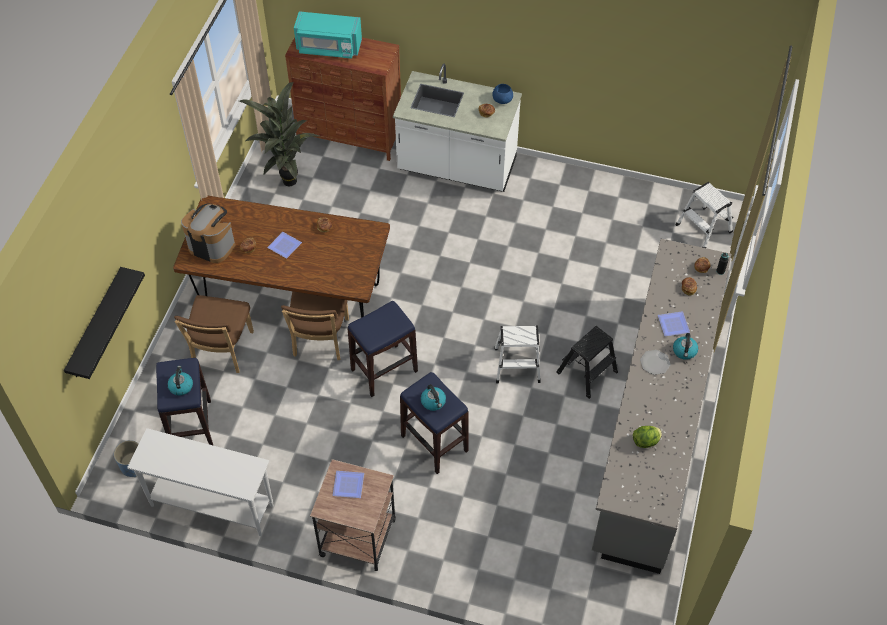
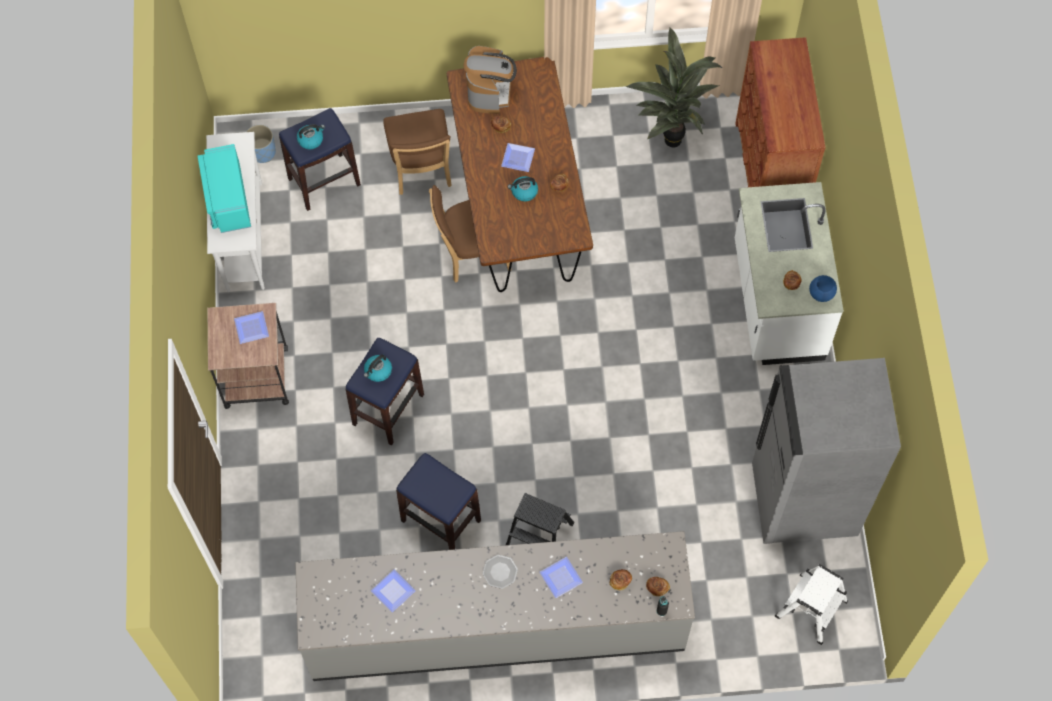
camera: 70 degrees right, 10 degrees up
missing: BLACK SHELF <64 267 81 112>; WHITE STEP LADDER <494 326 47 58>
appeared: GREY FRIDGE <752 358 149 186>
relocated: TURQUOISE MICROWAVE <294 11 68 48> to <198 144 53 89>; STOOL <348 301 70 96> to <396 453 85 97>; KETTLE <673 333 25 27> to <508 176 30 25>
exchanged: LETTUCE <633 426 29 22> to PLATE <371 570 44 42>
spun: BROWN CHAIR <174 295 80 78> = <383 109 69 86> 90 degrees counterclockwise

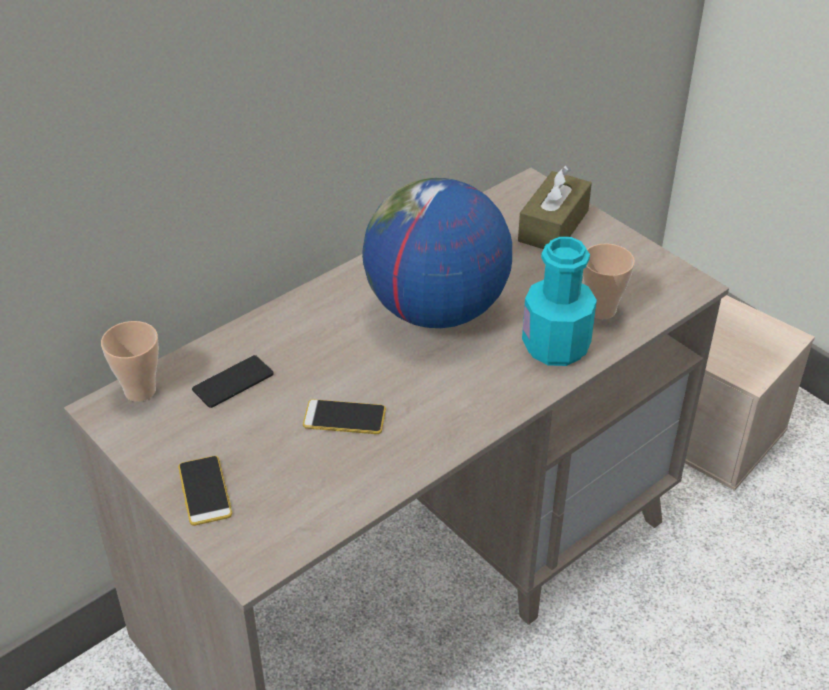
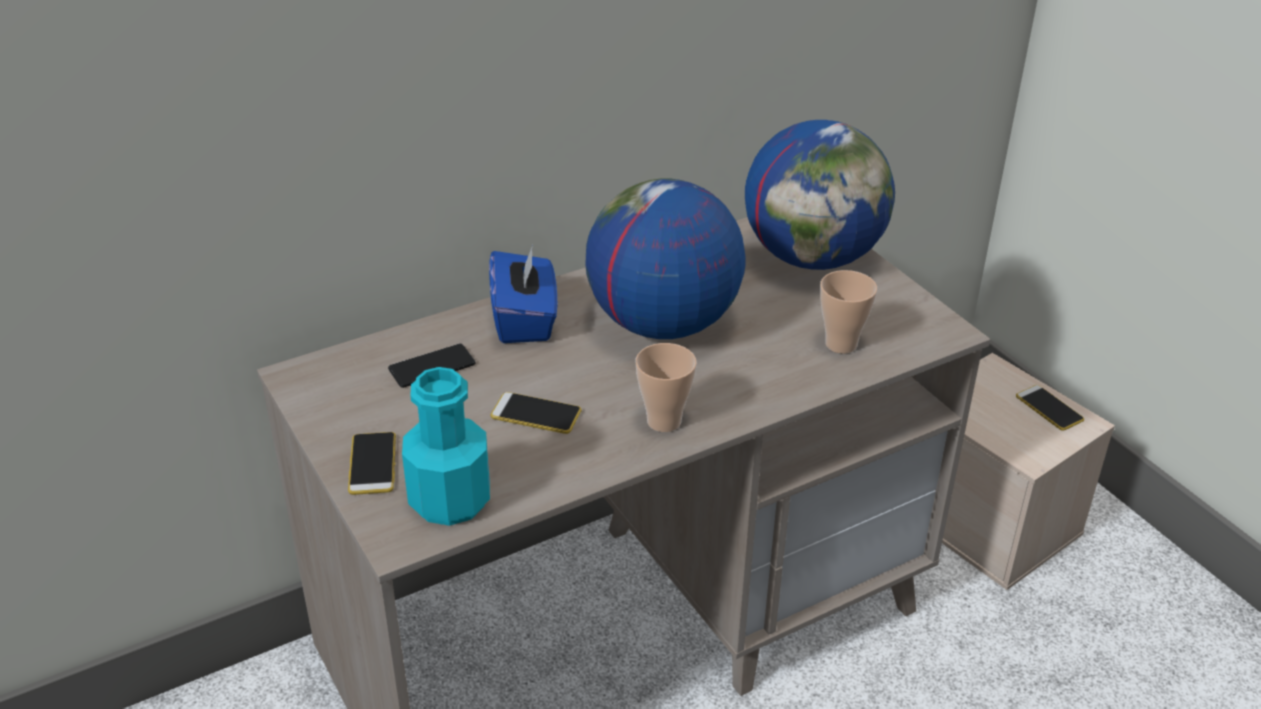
camera: 10 degrees right, 5 degrees down
appeared: BLUE TISSUE BOX <489 245 68 98>; PHONE <1016 385 68 46>
relocated: TURQUOISE BOTTLE <522 237 75 129> to <402 367 88 159>; CUP <101 321 58 81> to <636 343 61 89>
exchanged: BROWN TISSUE BOX <518 165 74 84> to GLOBE <745 120 150 150>

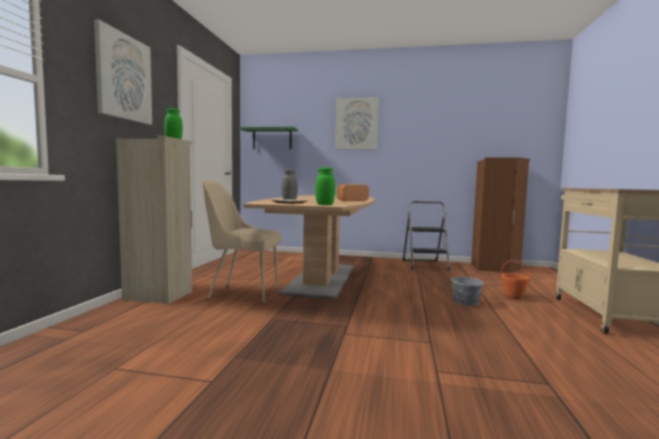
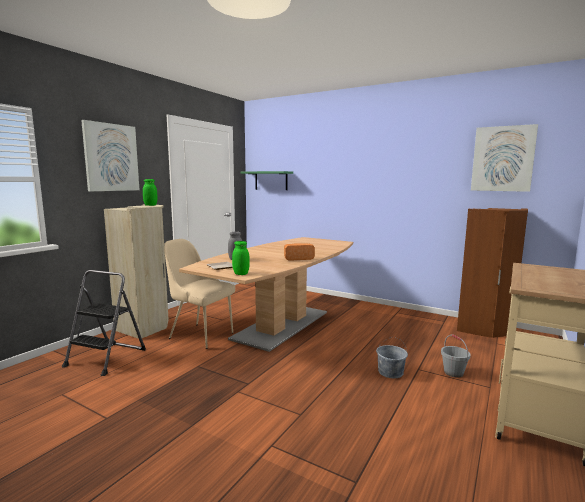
camera: 20 degrees right, 5 degrees up
relocated: BLACK STEP LADDER <403 201 48 70> to <62 270 84 106>; PICTURE <335 97 44 52> to <471 124 67 68>
colour: ORANGE BUCKET <501 260 30 39> to GREY BUCKET <441 334 30 44>

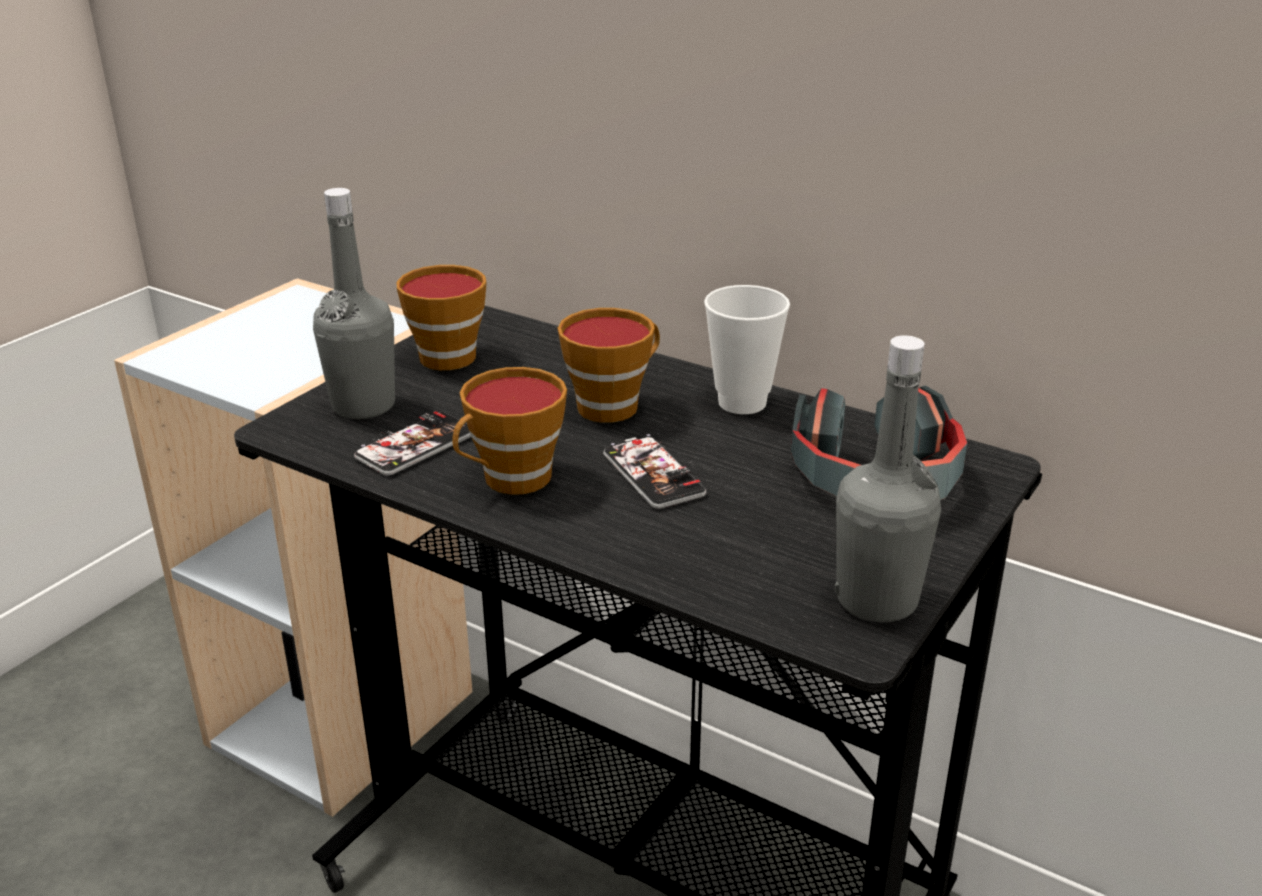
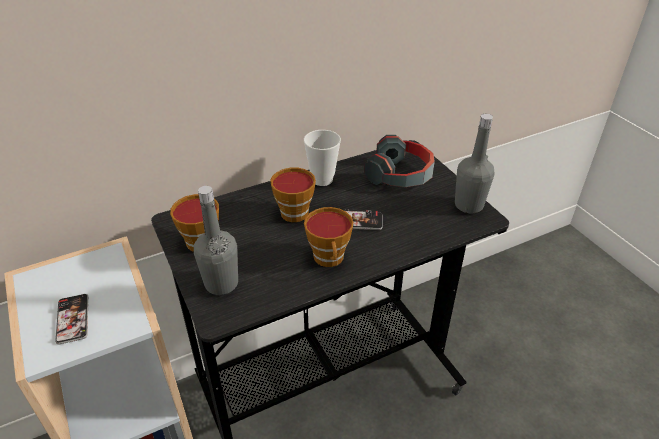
camera: 60 degrees left, 10 degrees up
relocated: PHONE <354 411 117 65> to <55 294 33 50>

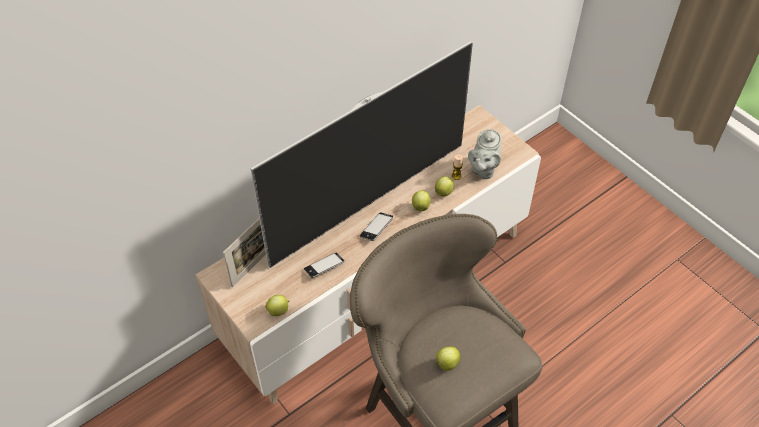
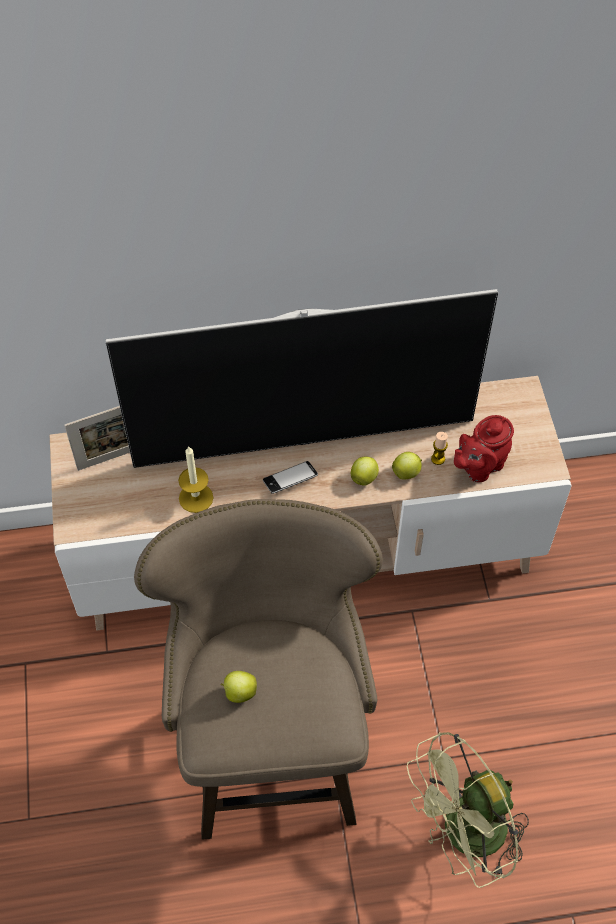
camera: 30 degrees right, 5 degrees up
missing: APPLE <266 295 23 21>
appeared: GREEN FAN <407 732 122 156>
exchanged: PHONE <304 253 41 25> to CANDLE <178 446 35 67>
colour: GREY TEAPOT <468 128 34 51> to RED TEAPOT <454 415 60 67>

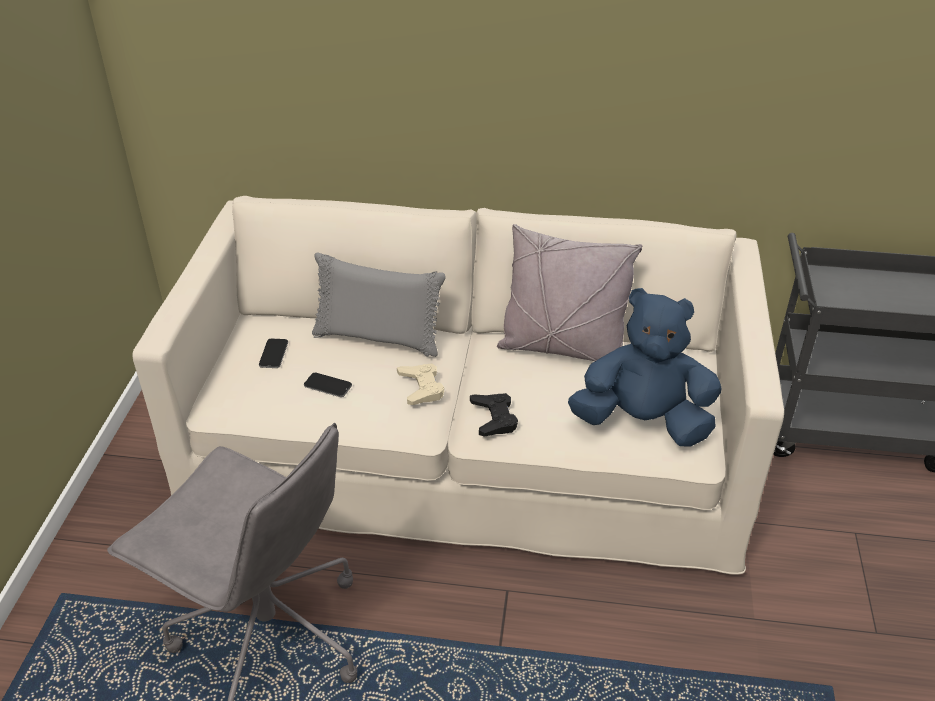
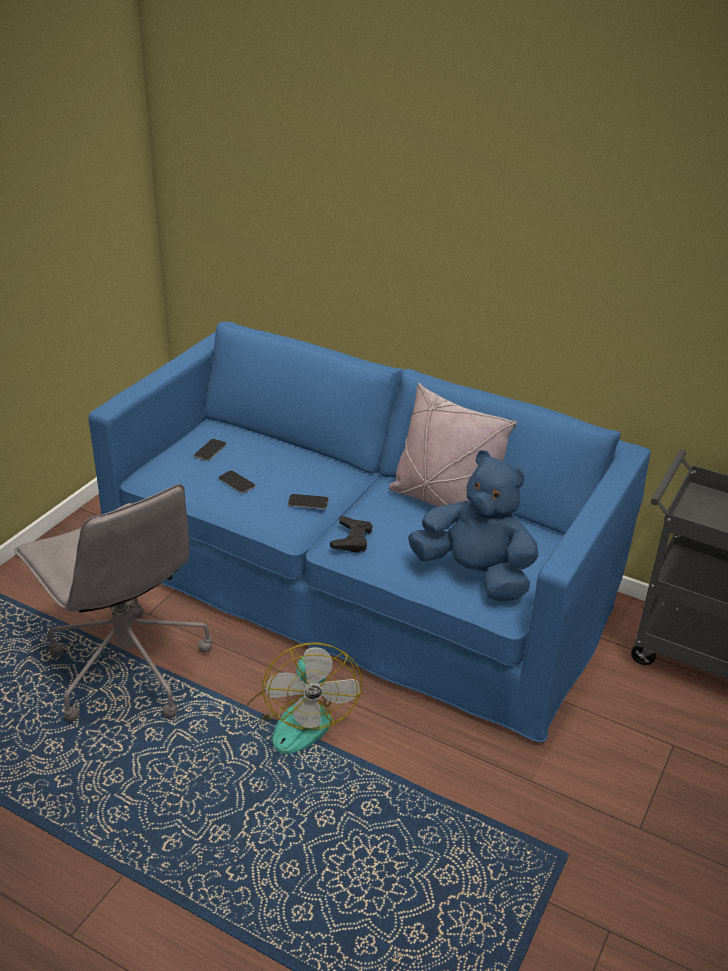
camera: 20 degrees right, 5 degrees down
missing: GREY PILLOW <312 252 134 105>
appeared: FAN <246 643 116 110>
exchanged: BEIGE GAME CONTROLLER <397 363 47 42> to PHONE <288 494 41 15>
colour: BEIGE SOFA <132 196 652 379> to BLUE SOFA <88 322 563 420>

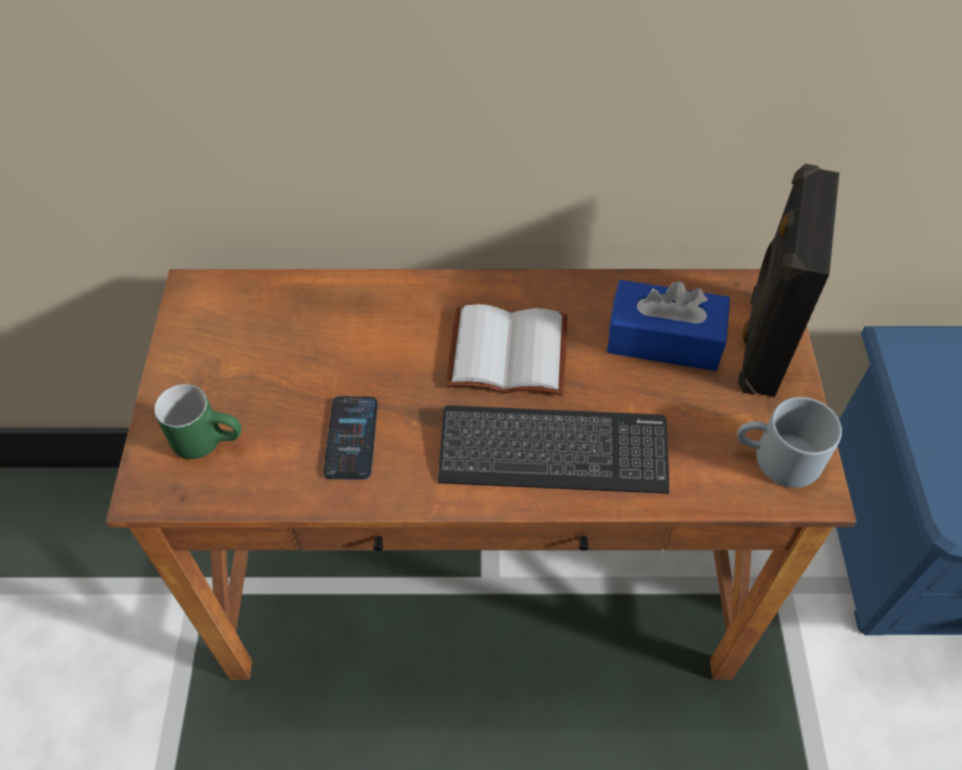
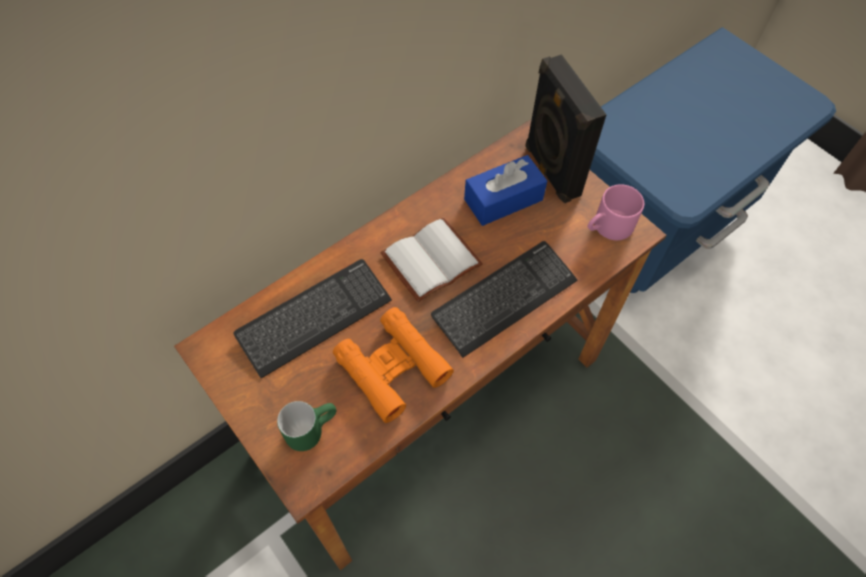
camera: 40 degrees left, 5 degrees up
appeared: KEYBOARD <233 259 159 119>
exchanged: PHONE <324 396 54 84> to ORANGE BINOCULARS <333 307 121 116>
colour: GREY MUG <737 397 105 91> to PINK MUG <587 184 57 56>

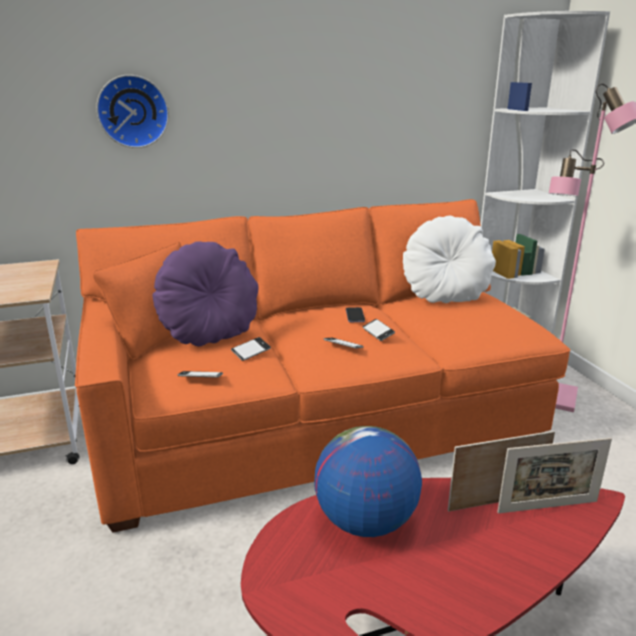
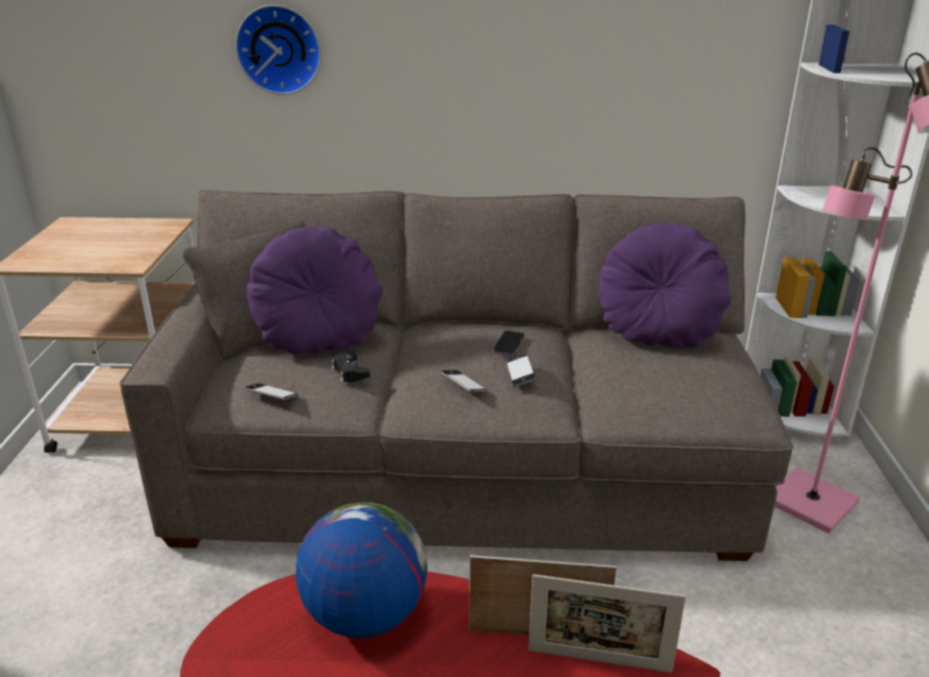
camera: 20 degrees right, 5 degrees up
exchanged: PHONE <231 337 40 24> to BLACK GAME CONTROLLER <332 352 38 31>
colour: ORANGE SOFA <75 199 495 333> to GREY SOFA <119 190 674 371>; WHITE PILLOW <403 216 93 87> to PURPLE PILLOW <599 223 132 125>

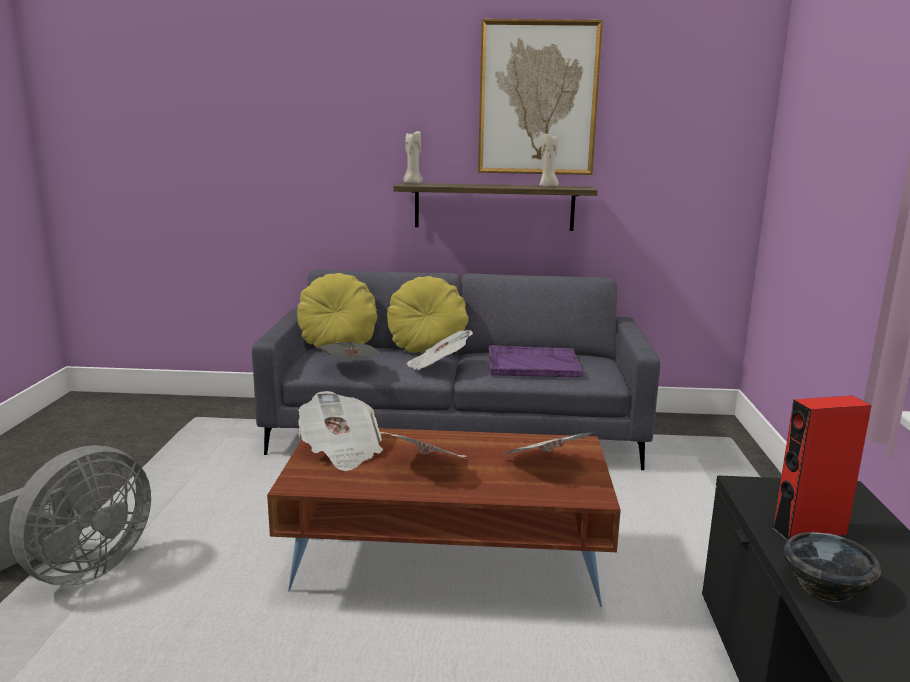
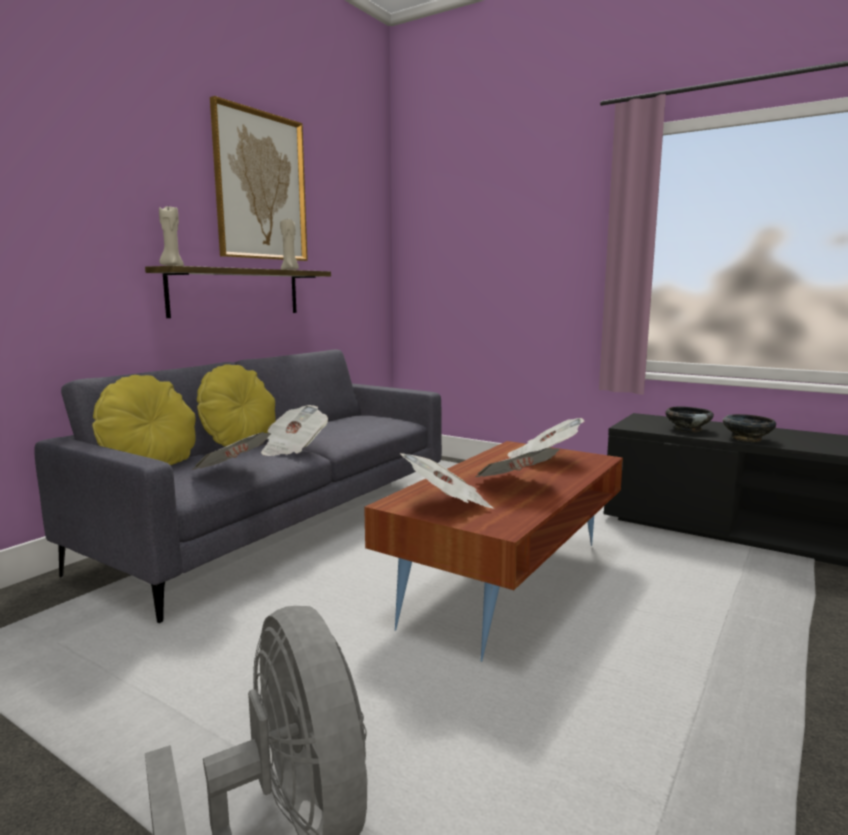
camera: 60 degrees left, 5 degrees down
missing: PURPLE TRAY <489 345 94 33>
exchanged: RED SPEAKER <772 396 100 145> to BLACK BOWL <666 406 48 26>

